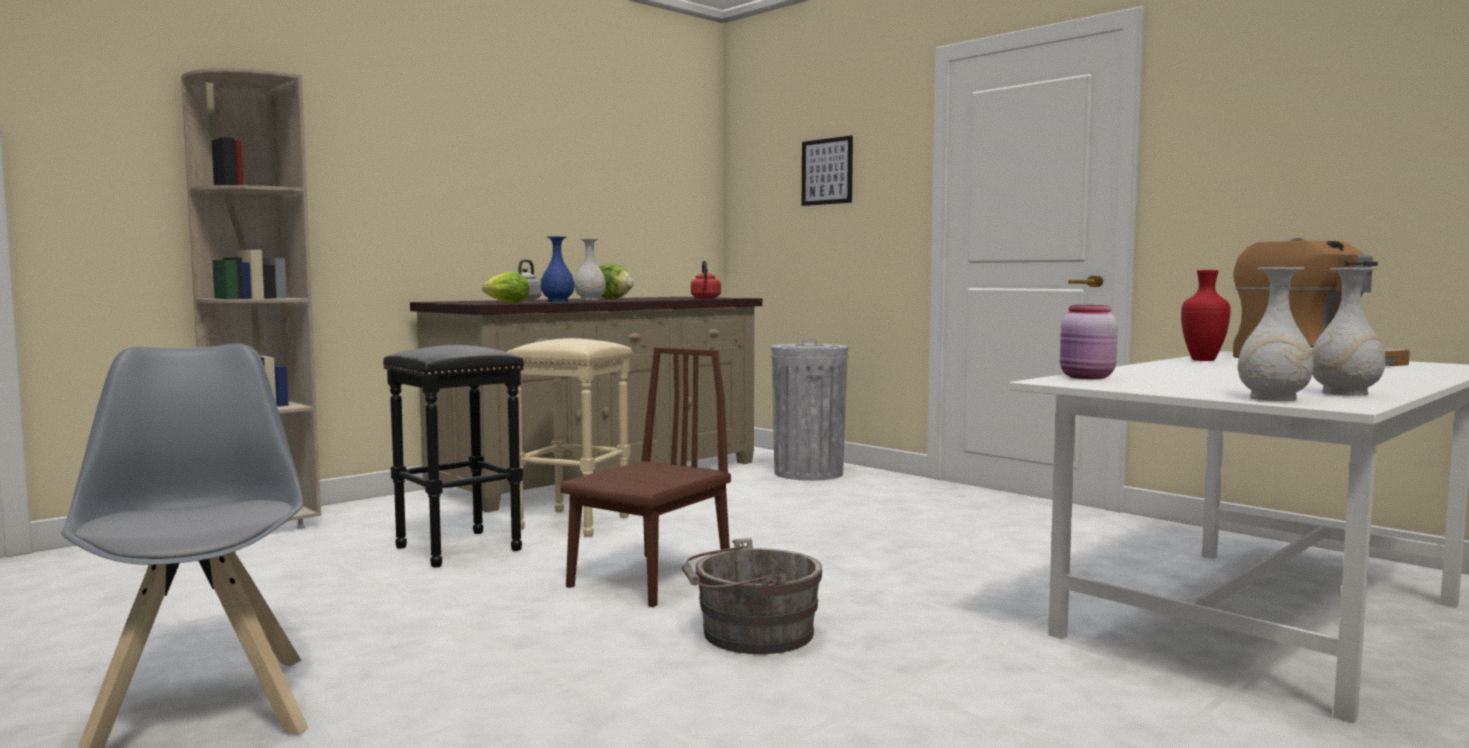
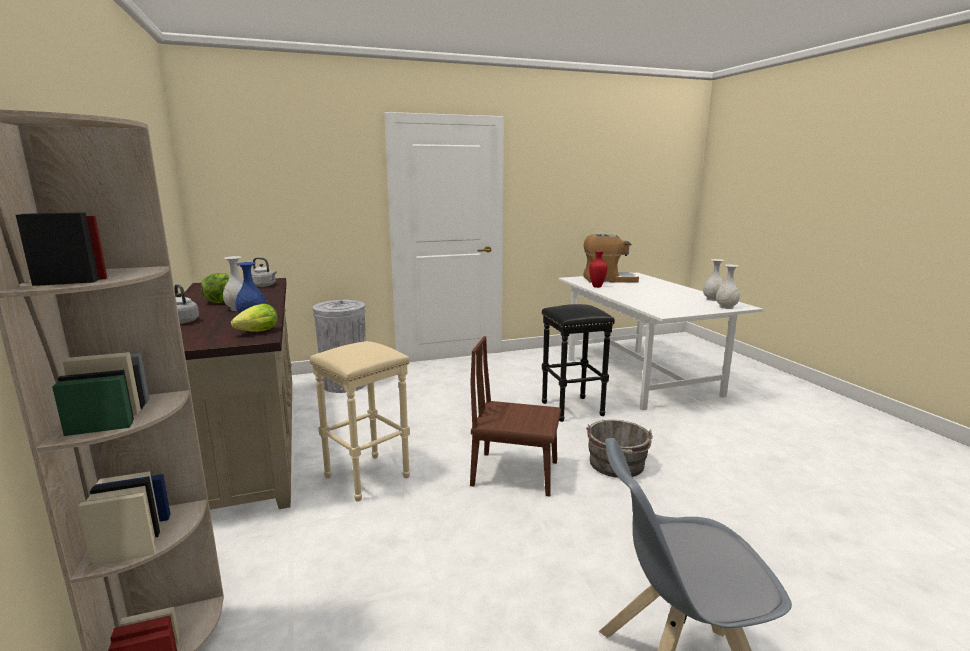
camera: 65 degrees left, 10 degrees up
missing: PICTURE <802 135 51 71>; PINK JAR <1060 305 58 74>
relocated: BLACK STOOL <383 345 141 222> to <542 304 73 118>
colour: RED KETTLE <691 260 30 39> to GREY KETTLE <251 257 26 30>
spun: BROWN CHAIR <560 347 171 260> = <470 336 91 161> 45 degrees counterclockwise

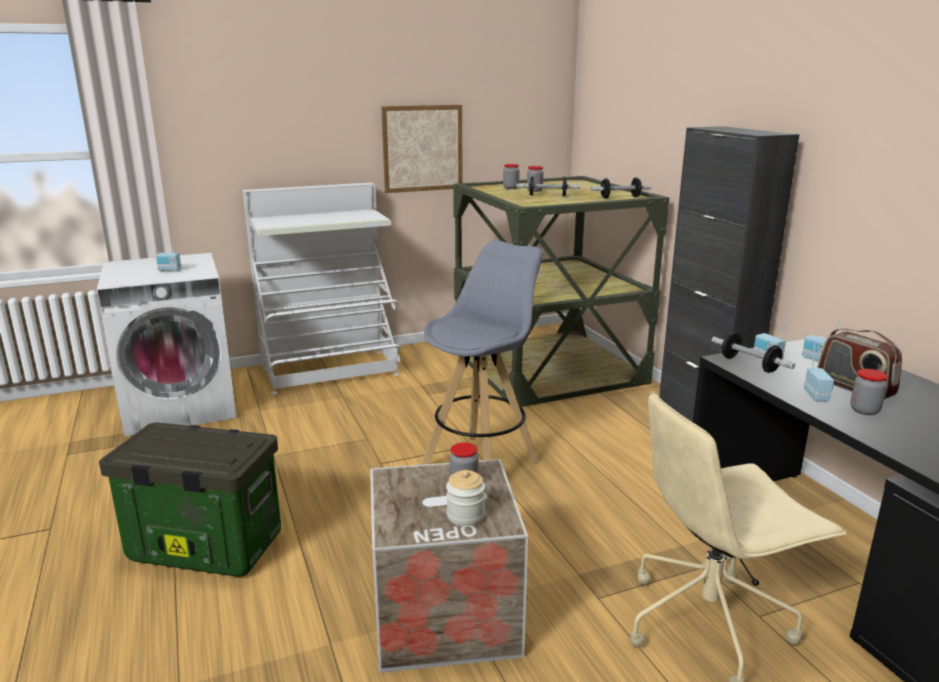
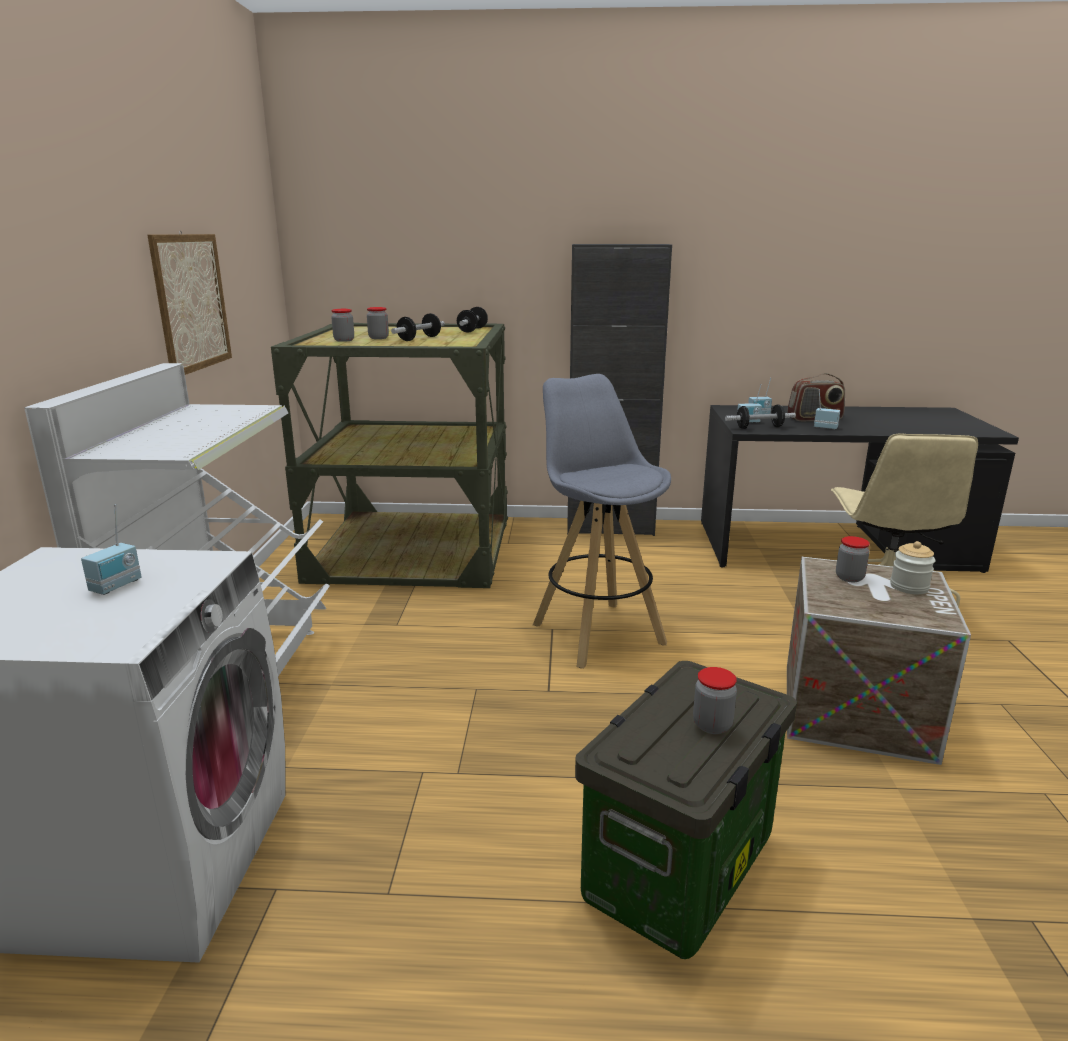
camera: 65 degrees left, 0 degrees up
relocated: JAR <851 369 37 46> to <693 667 44 67>

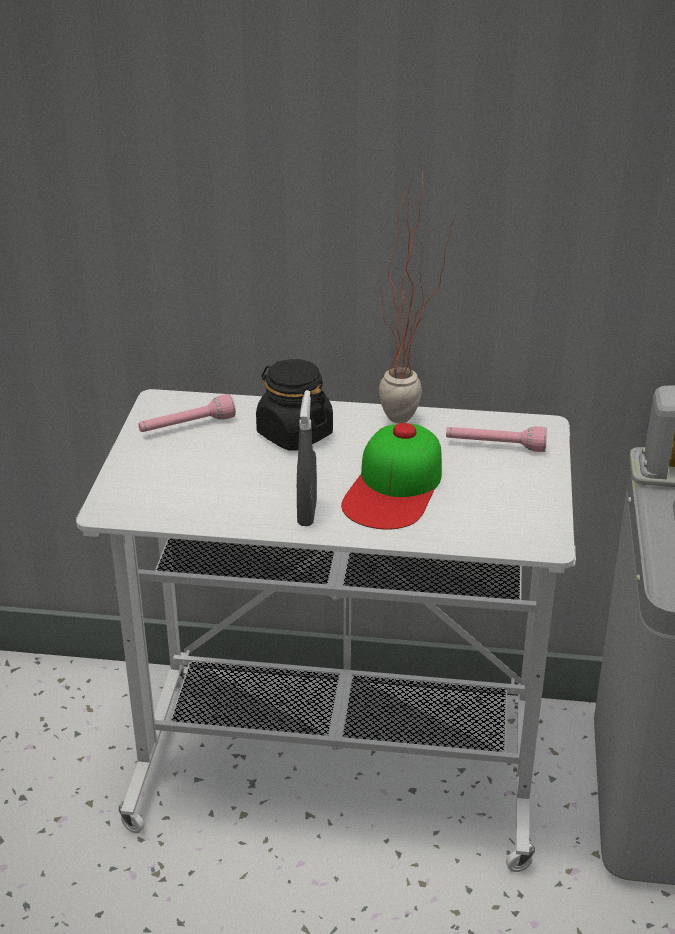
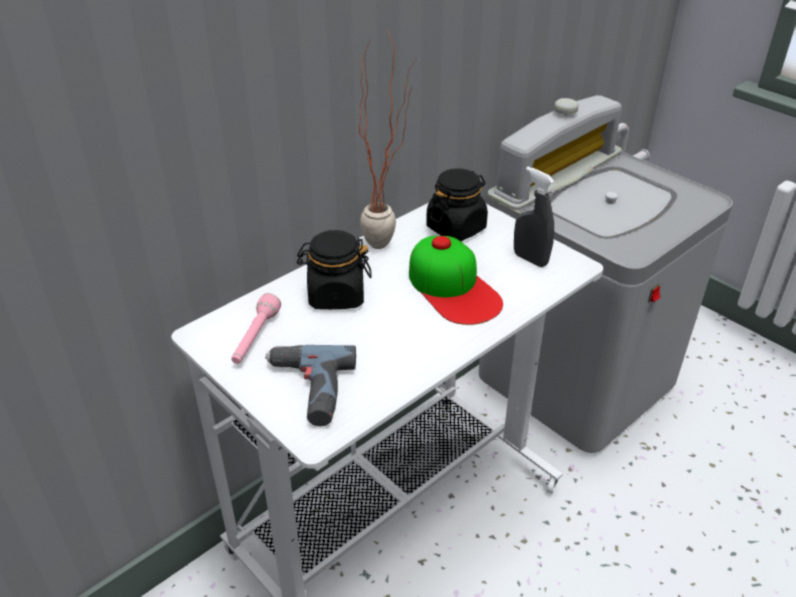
camera: 50 degrees left, 5 degrees up
appeared: POWER DRILL <265 345 91 81>
relocated: GREY SPRAY BOTTLE <297 390 20 136> to <514 167 40 100>
exchanged: PINK FLASHLIGHT <446 426 101 26> to BLACK JAR <426 168 62 73>

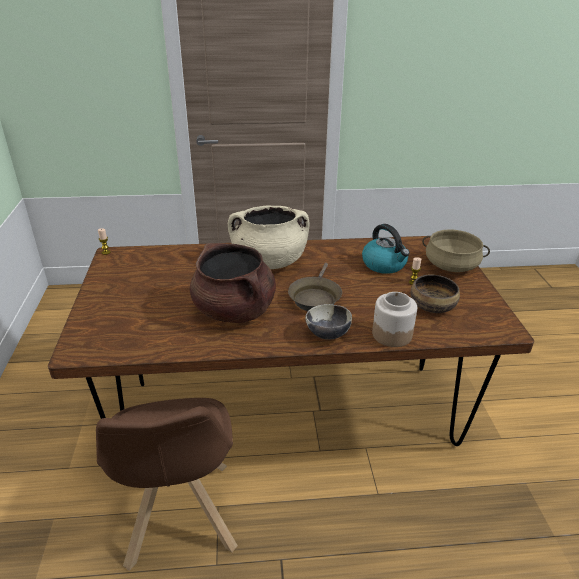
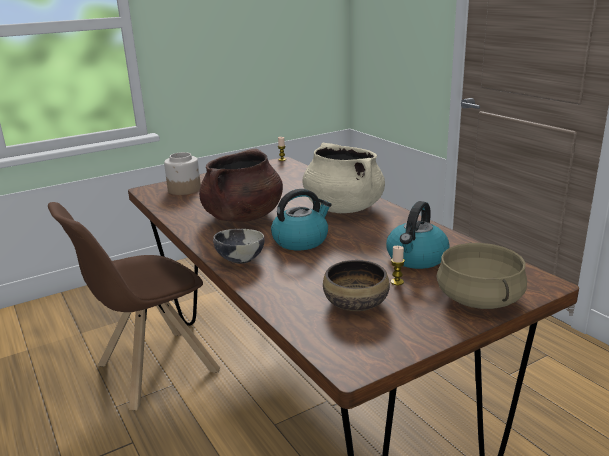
camera: 65 degrees right, 10 degrees down
relocated: JAR <372 292 45 55> to <164 152 37 43>
exchanged: BROWN FRYING PAN <288 263 54 48> to KETTLE <271 189 61 61>

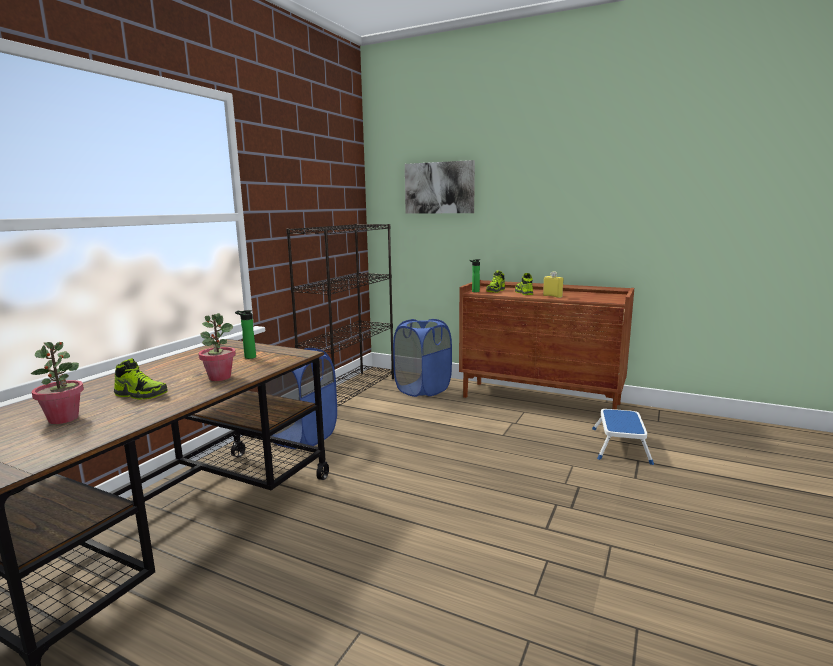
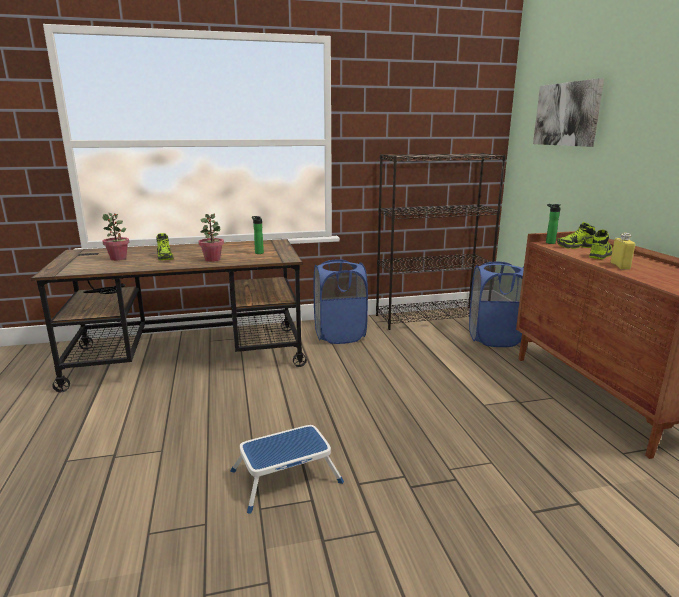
camera: 50 degrees right, 5 degrees up
relocated: BLUE STEP LADDER <592 409 62 56> to <230 425 114 89>

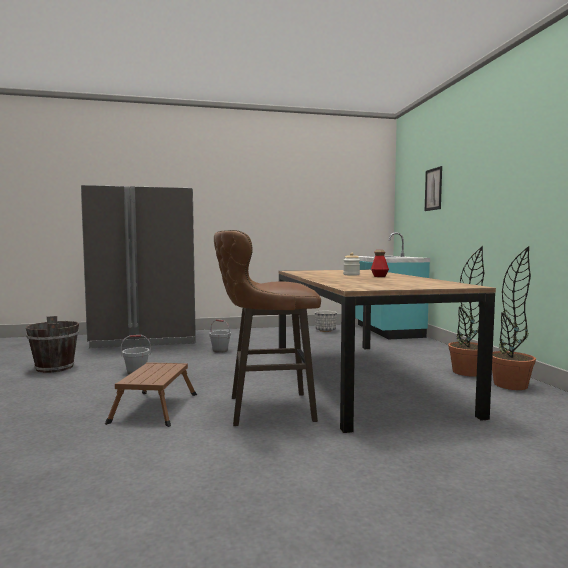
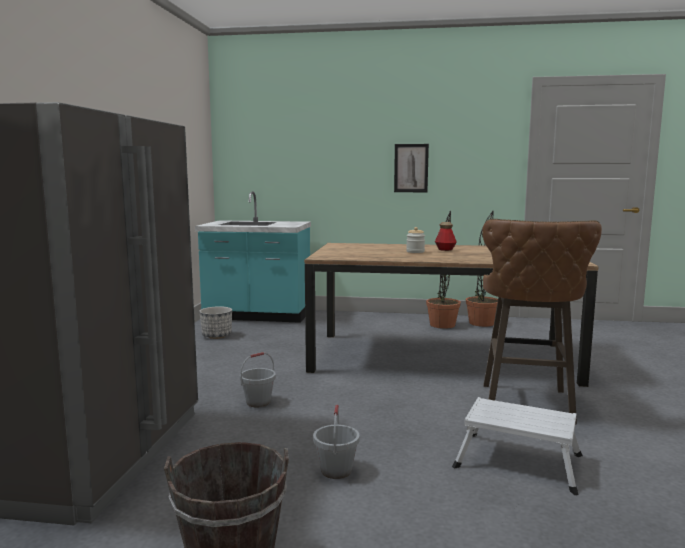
camera: 70 degrees left, 5 degrees up
relocated: PICTURE <425 166 17 45> to <394 144 35 48>
colour: BROWN STEP LADDER <105 362 92 65> to WHITE STEP LADDER <452 397 131 98>

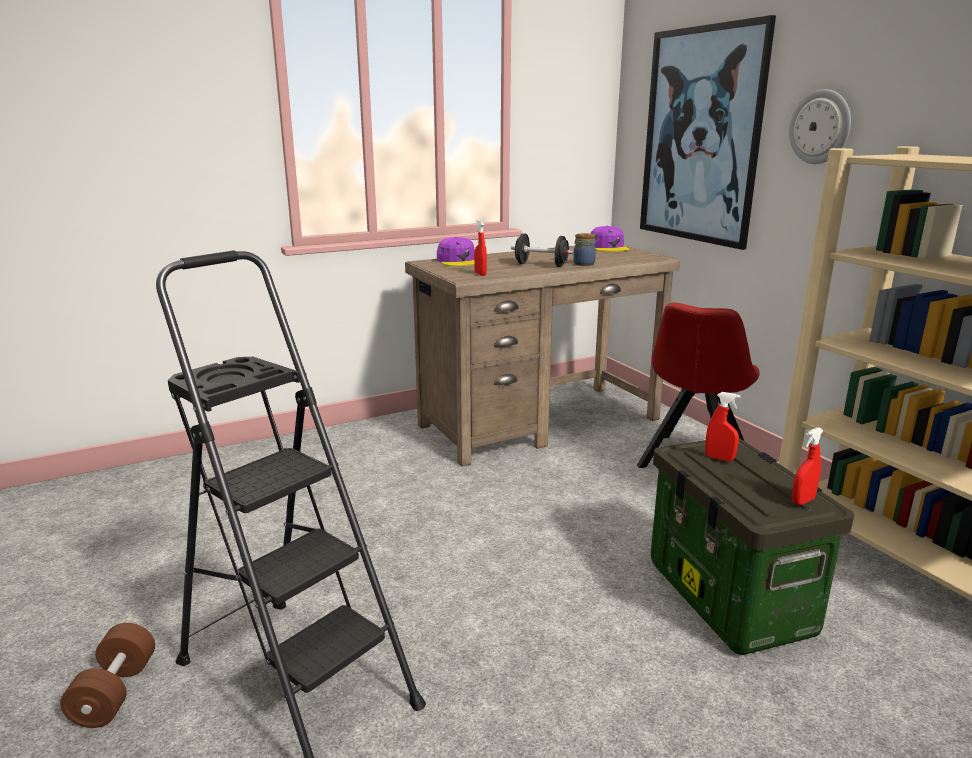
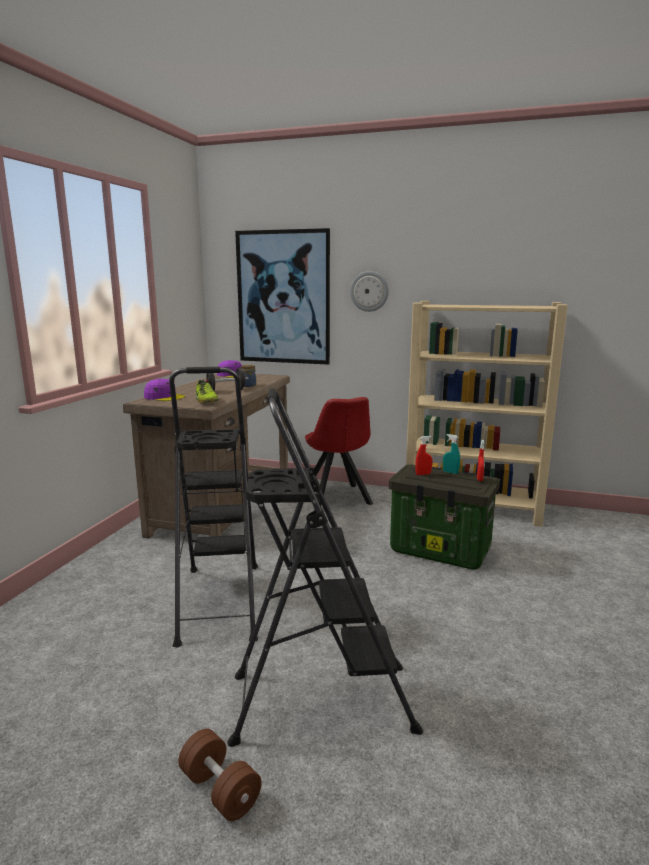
camera: 45 degrees left, 5 degrees down
appeared: STEP LADDER <169 367 89 280>; TURQUOISE SPRAY BOTTLE <443 434 17 40>
exchanged: RED SPRAY BOTTLE <474 220 13 56> to SHOE <195 380 24 23>

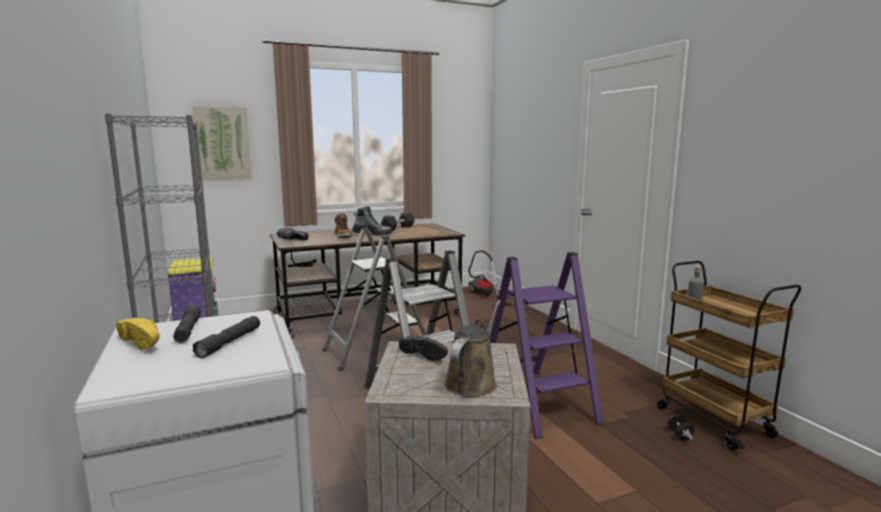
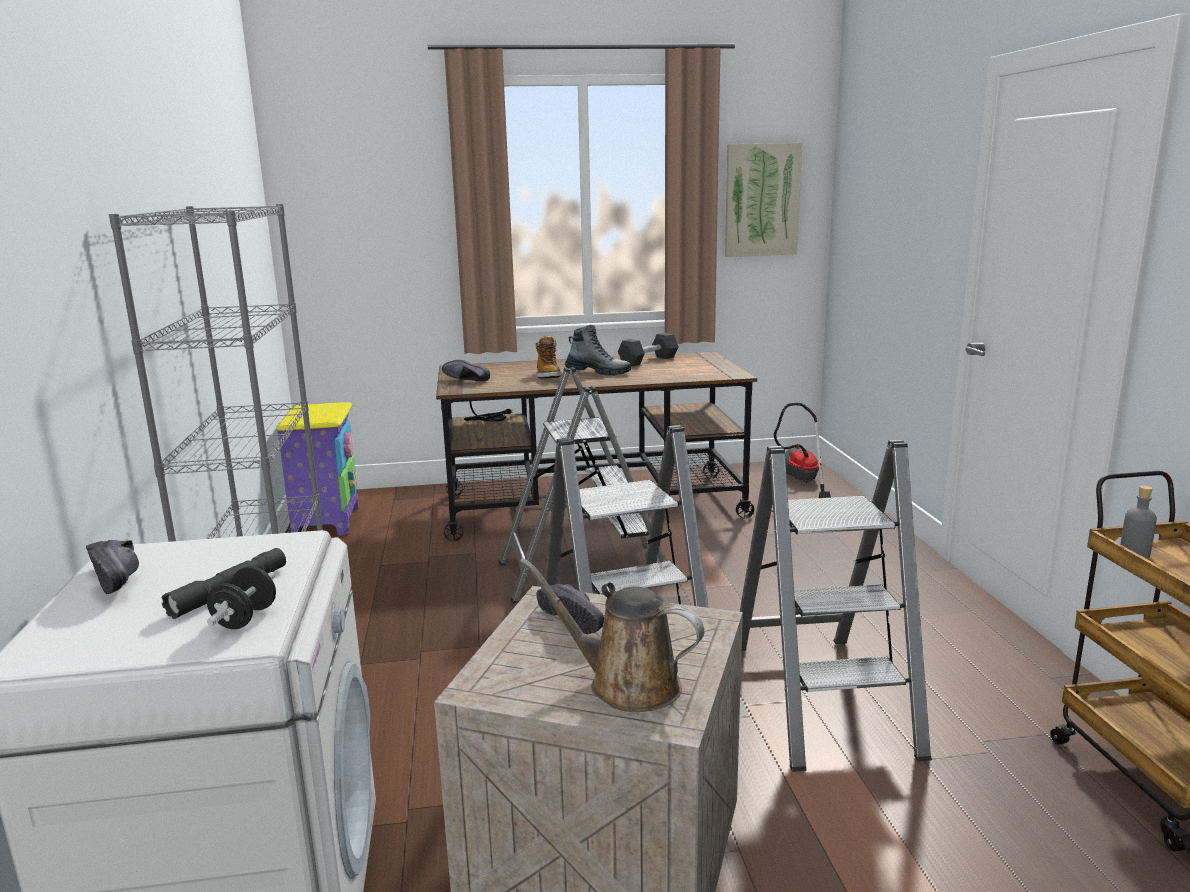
camera: 15 degrees right, 5 degrees up
missing: GREY FLASHLIGHT <173 305 28 38>
relocated: BLACK DUMBBELL <668 414 26 26> to <207 566 69 63>; PICTURE <192 106 60 75> to <725 143 77 114>
colour: YELLOW SHOE <116 318 44 32> to BLACK SHOE <86 540 53 54>; PURPLE STEP LADDER <490 252 115 188> to GREY STEP LADDER <740 440 192 332>
spun: BROWN WATERING CAN <444 300 57 97> = <520 558 185 154> 105 degrees counterclockwise

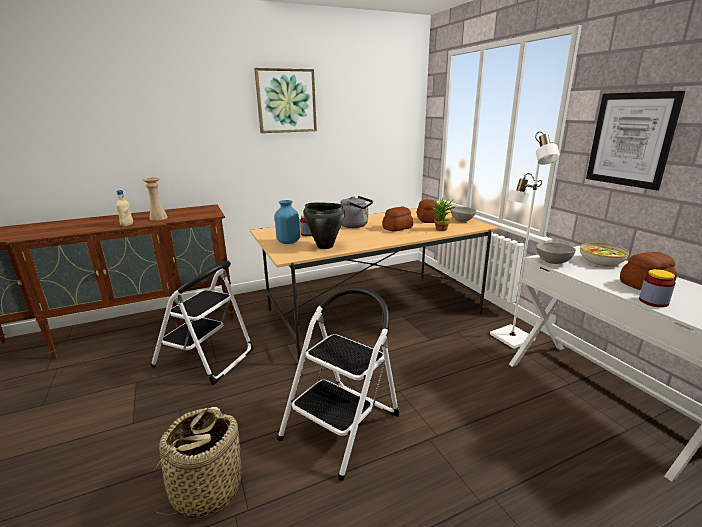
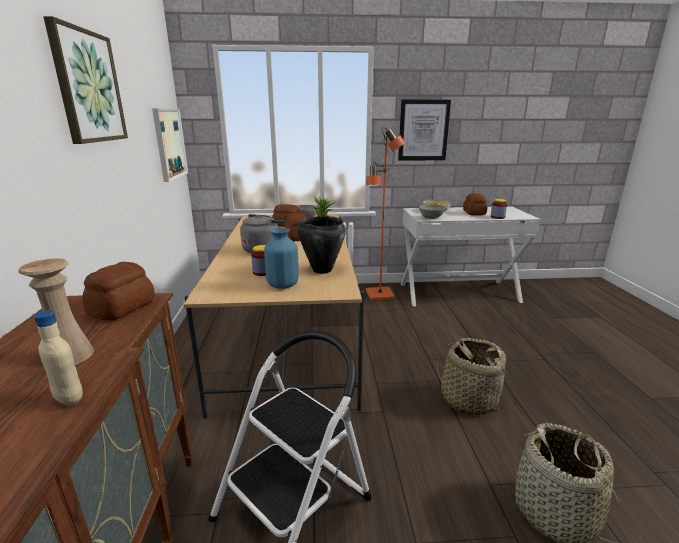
camera: 70 degrees left, 0 degrees up
appeared: BREAD <82 262 73 58>; PICTURE <152 108 36 74>
exchanged: STEP LADDER <277 287 122 194> to BASKET <437 338 71 77>
colour: WHITE FLOOR LAMP <490 131 70 218> to ORANGE FLOOR LAMP <366 127 39 173>

